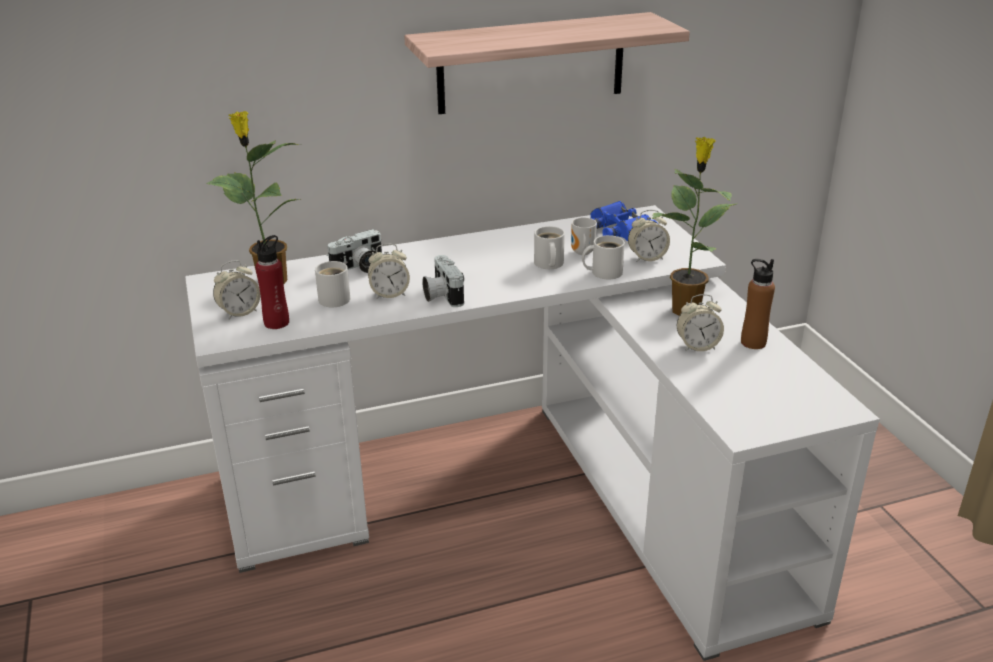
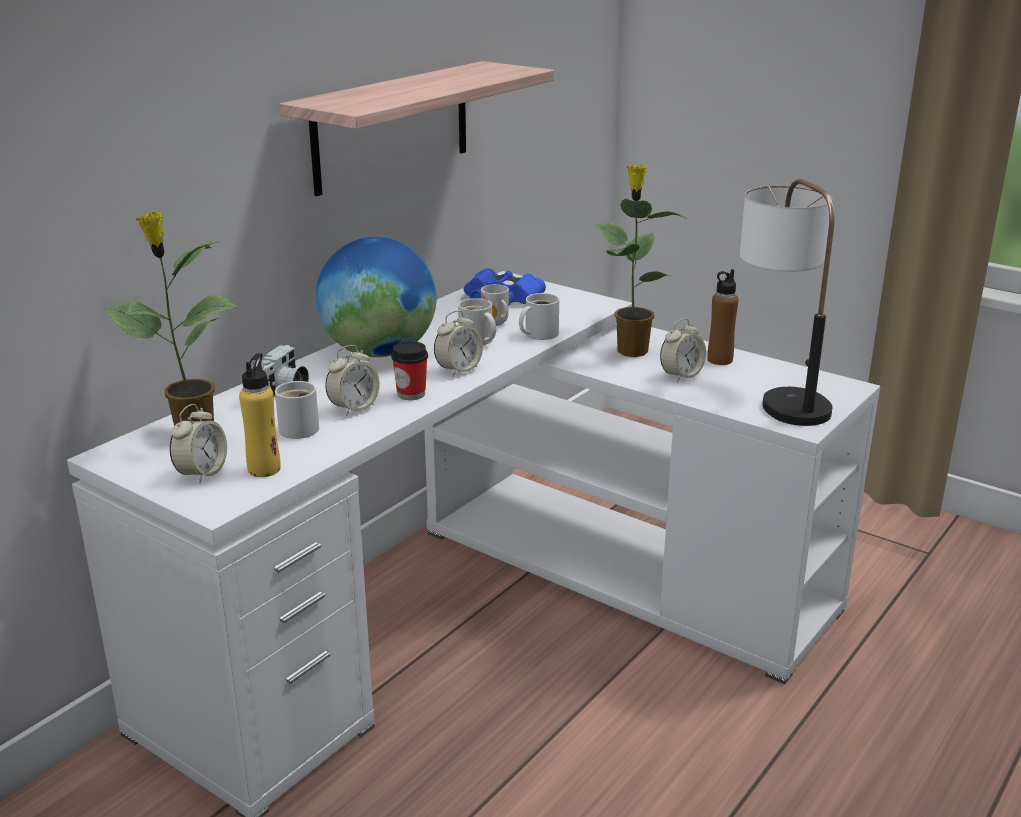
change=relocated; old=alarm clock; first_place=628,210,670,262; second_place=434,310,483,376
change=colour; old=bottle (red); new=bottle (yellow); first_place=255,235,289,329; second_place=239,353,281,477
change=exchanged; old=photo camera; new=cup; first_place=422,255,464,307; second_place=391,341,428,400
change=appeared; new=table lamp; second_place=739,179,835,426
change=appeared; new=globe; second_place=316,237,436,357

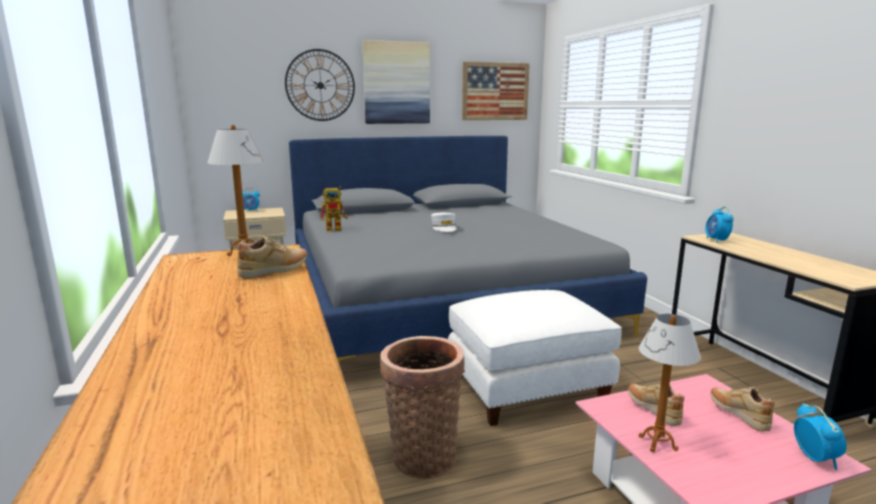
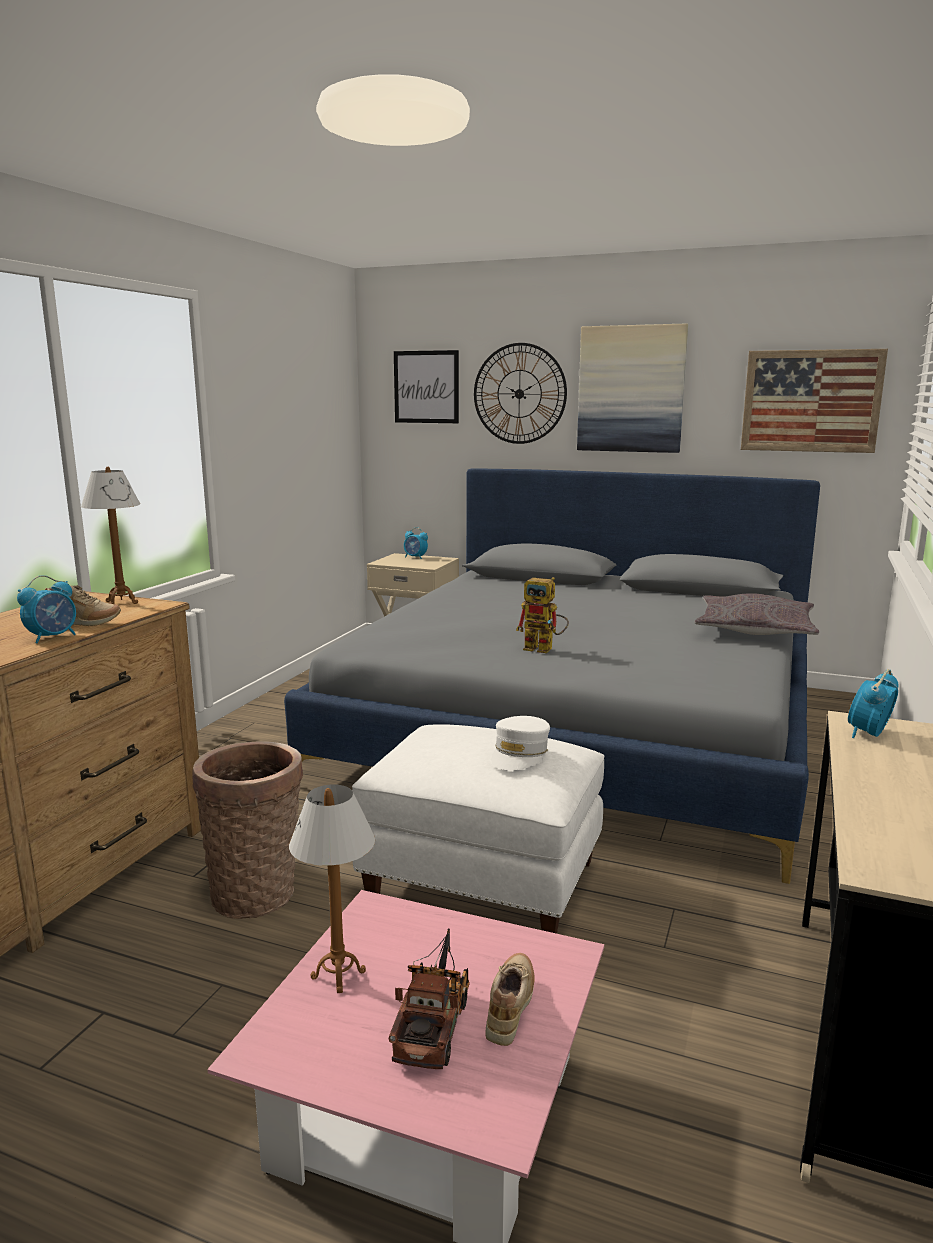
change=relocated; old=toy robot; first_place=320,186,348,231; second_place=516,577,569,653
change=relocated; old=cap (white); first_place=431,213,457,232; second_place=491,716,550,771
change=missing; old=shoe (beige); first_place=628,383,684,426
change=relocated; old=alarm clock; first_place=794,403,847,470; second_place=17,575,76,644
change=appeared; new=picture; second_place=394,350,459,423
change=appeared; new=pillow (grey); second_place=695,593,819,635
change=appeared; new=toy truck; second_place=389,929,470,1069

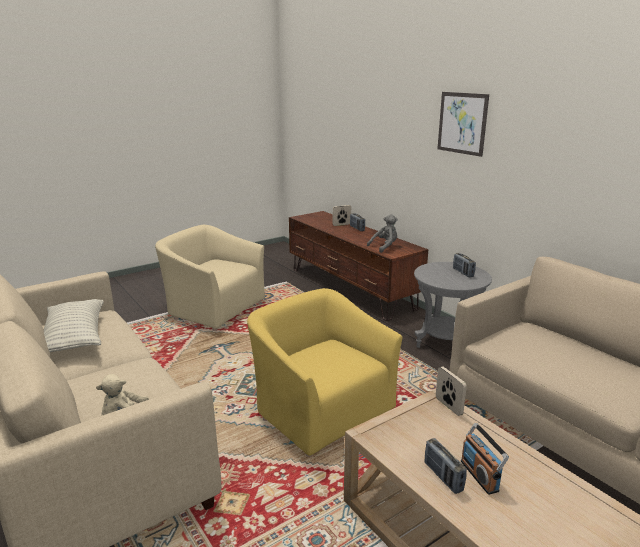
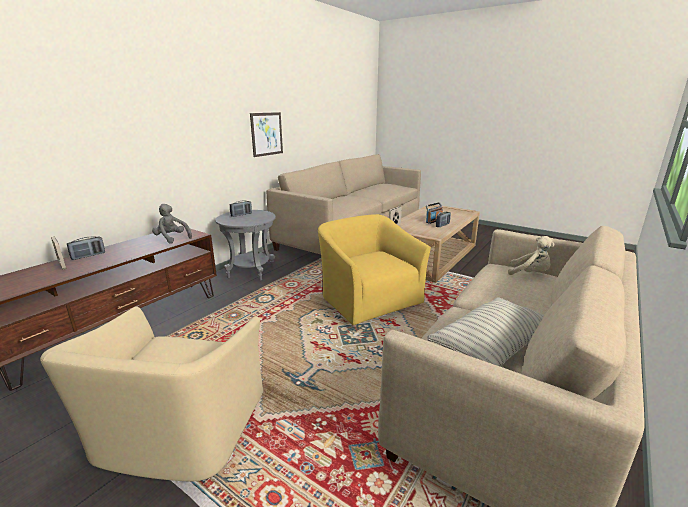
change=relocated; old=picture; first_place=437,92,489,157; second_place=250,112,283,157
change=spun; old=armchair (yellow); first_place=247,288,403,457; second_place=318,214,431,327; degrees=120

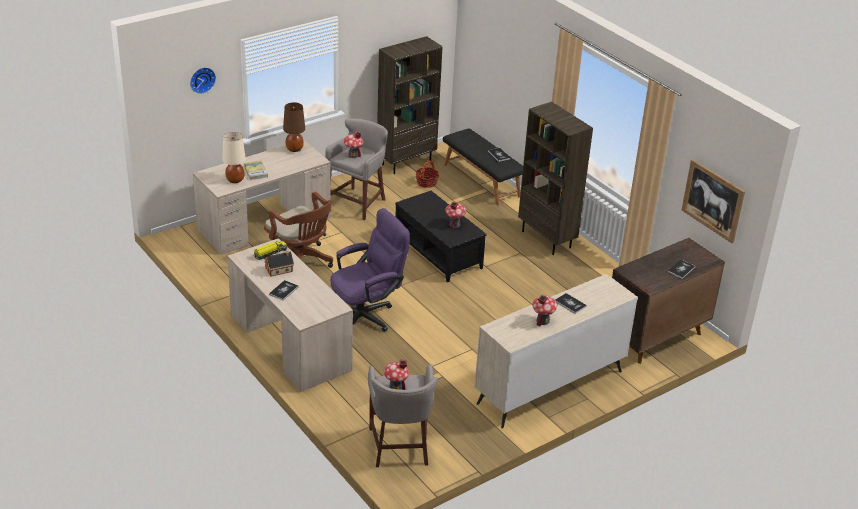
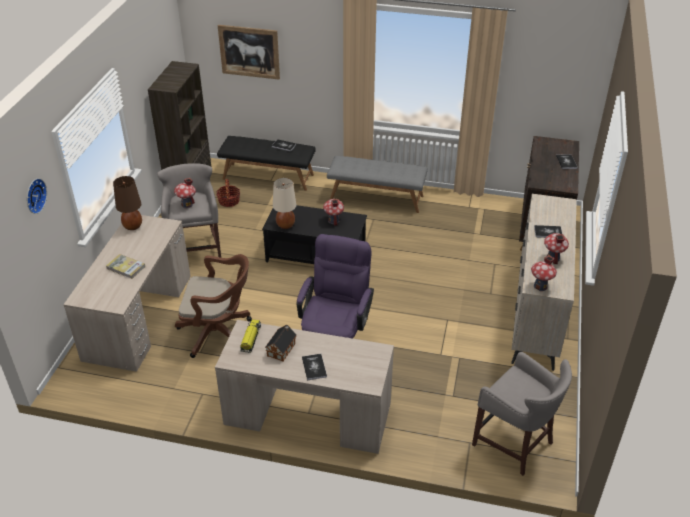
change=exchanged; old=bookcase (brown); new=bench (grey); first_place=518,102,593,255; second_place=327,156,428,213
change=relocated; old=table lamp (beige); first_place=222,132,246,183; second_place=273,178,296,229
change=relocated; old=picture; first_place=682,159,745,243; second_place=218,25,280,79
change=relocated; old=toy house; first_place=384,359,409,390; second_place=531,255,557,291

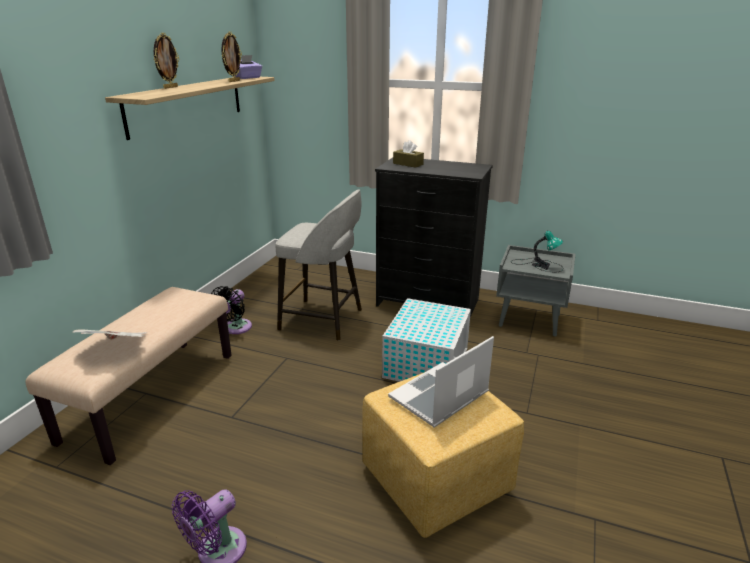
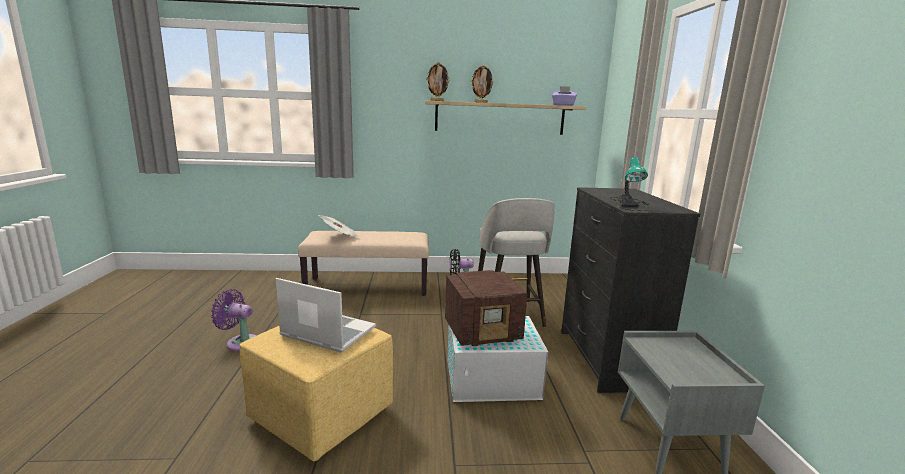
change=relocated; old=picture frame; first_place=221,31,242,82; second_place=426,62,450,101
change=missing; old=tissue box (brown); first_place=393,140,424,168
change=relocated; old=table lamp; first_place=511,231,563,272; second_place=610,157,650,211
change=appeared; new=radio; second_place=445,270,528,346

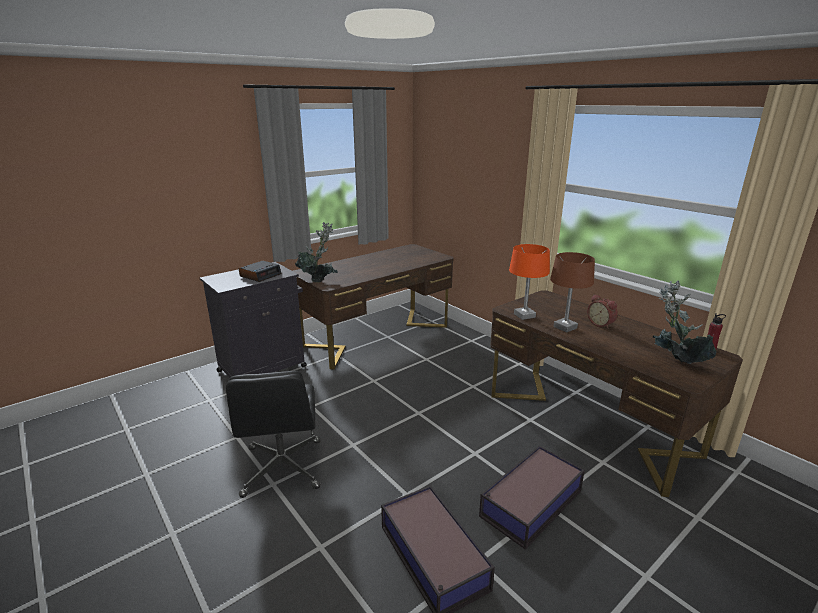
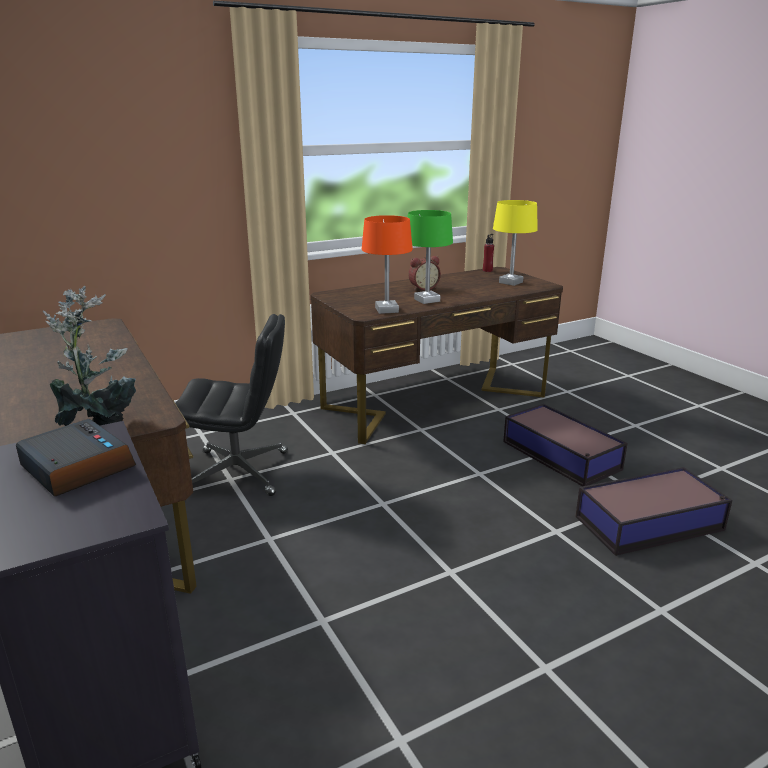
change=colour; old=table lamp (brown); new=table lamp (green); first_place=550,252,595,333; second_place=407,210,453,304
change=exchanged; old=potted plant; new=table lamp (yellow); first_place=653,281,716,364; second_place=493,200,538,286
change=relocated; old=office chair (black); first_place=226,371,320,498; second_place=175,314,288,496

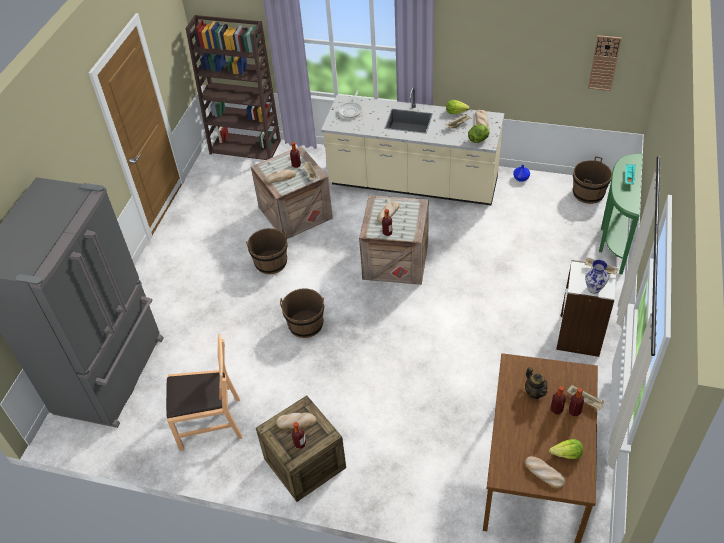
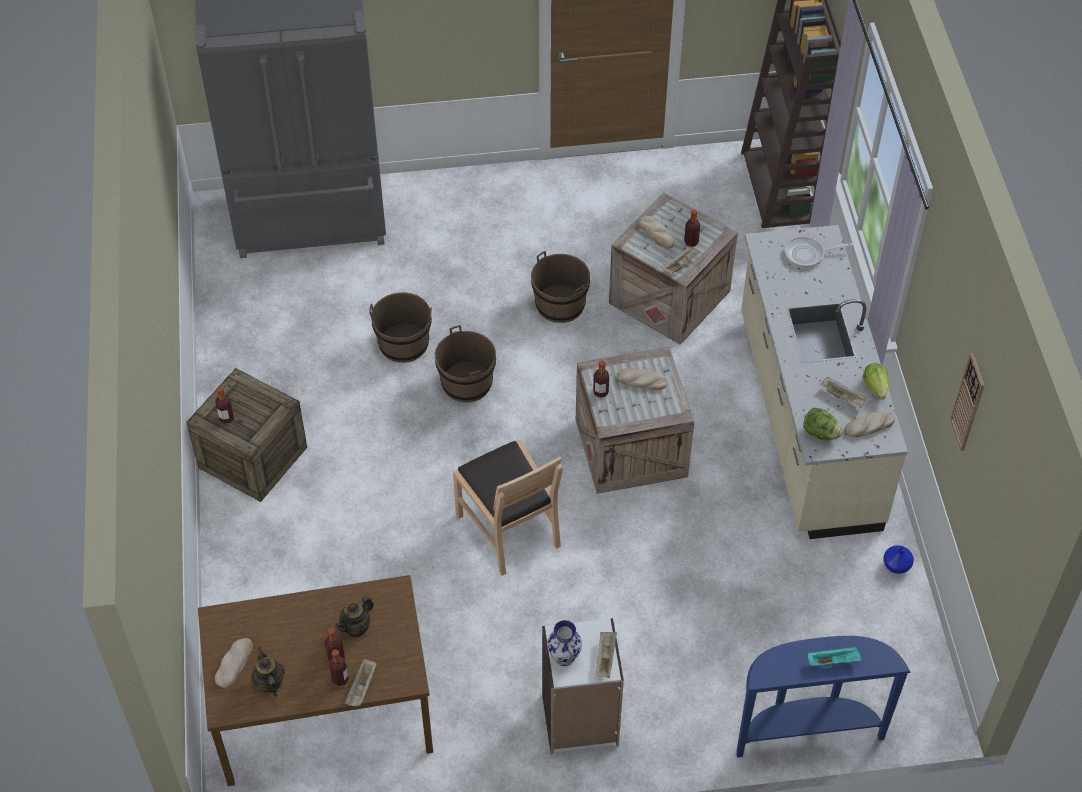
change=relocated; old=wall clock; first_place=588,35,622,91; second_place=950,353,985,451
change=colour; old=console table (green); new=console table (blue); first_place=599,154,642,274; second_place=736,636,911,758
change=relocated; old=bucket (brown); first_place=573,156,612,204; second_place=369,292,432,363
change=relocated; old=chair (brown); first_place=166,334,242,451; second_place=453,440,563,576
change=missing; old=bread; first_place=277,413,317,429
change=exchanged; old=lettuce; new=teapot; first_place=549,439,583,459; second_place=251,647,285,697

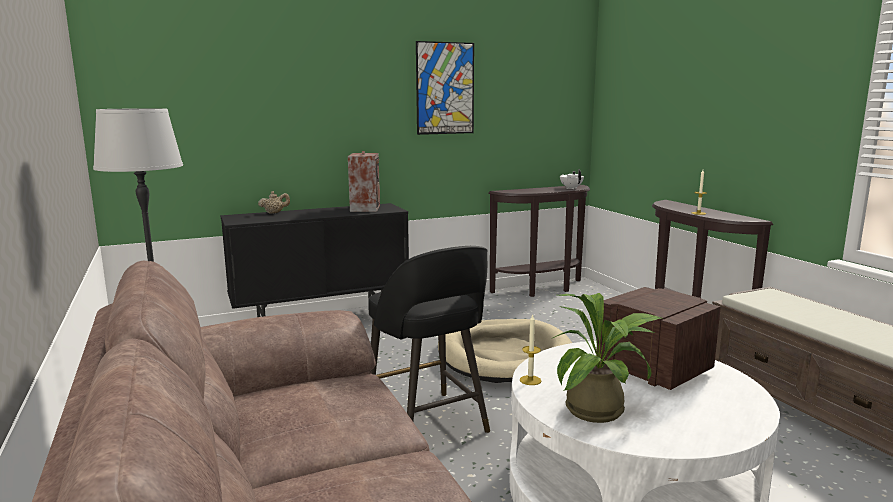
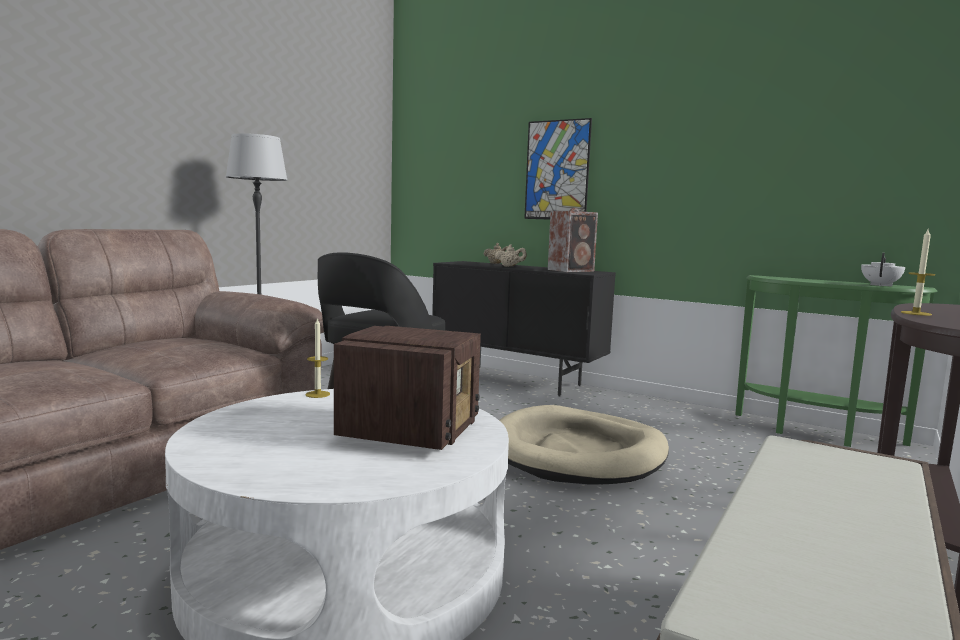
change=relocated; old=picture; first_place=416,41,474,135; second_place=524,118,592,220
change=colour; old=console table (brown); new=console table (green); first_place=488,185,590,297; second_place=735,275,938,447
change=missing; old=potted plant; first_place=551,293,664,423
change=appeared; new=teapot (beige); second_place=495,244,527,267

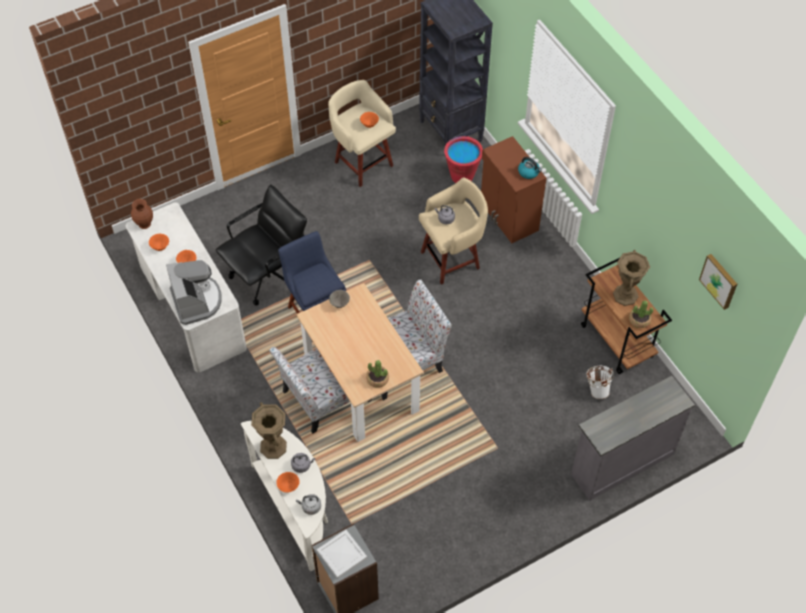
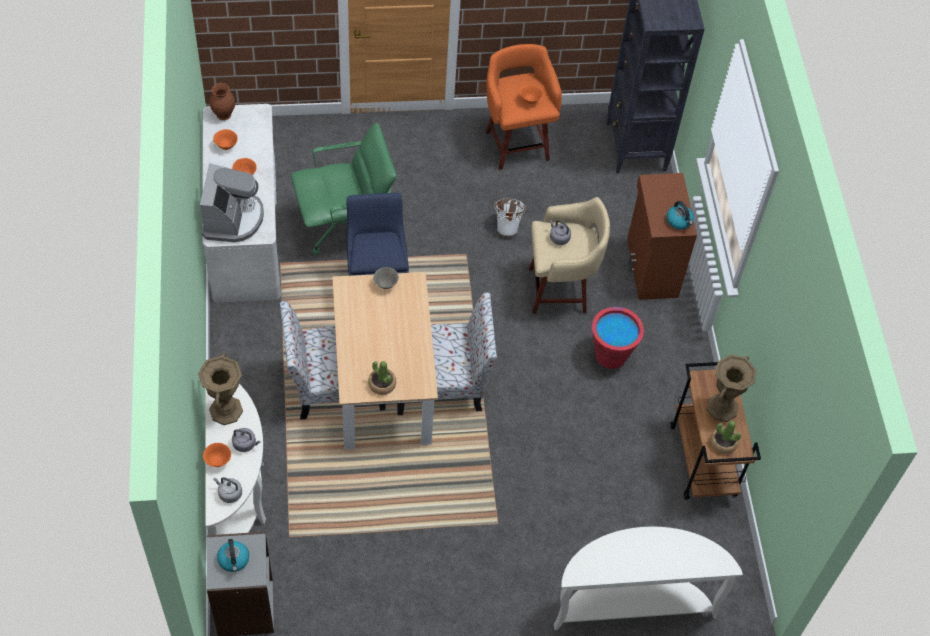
change=colour; old=stool (beige); new=stool (orange); first_place=328,80,396,187; second_place=486,44,562,170
change=relocated; old=bucket (red); first_place=444,136,483,183; second_place=592,307,644,369
change=colour; old=office chair (black); new=office chair (green); first_place=216,185,307,305; second_place=291,123,397,255
change=missing; old=picture; first_place=699,254,737,310
change=relocated; old=bucket (white); first_place=586,366,614,399; second_place=495,198,526,236
change=exchanged; old=dresser (grey); new=console table (white); first_place=571,376,695,501; second_place=554,527,743,630
change=exchanged; old=tray (white); new=kettle; first_place=317,530,367,579; second_place=217,539,249,572

